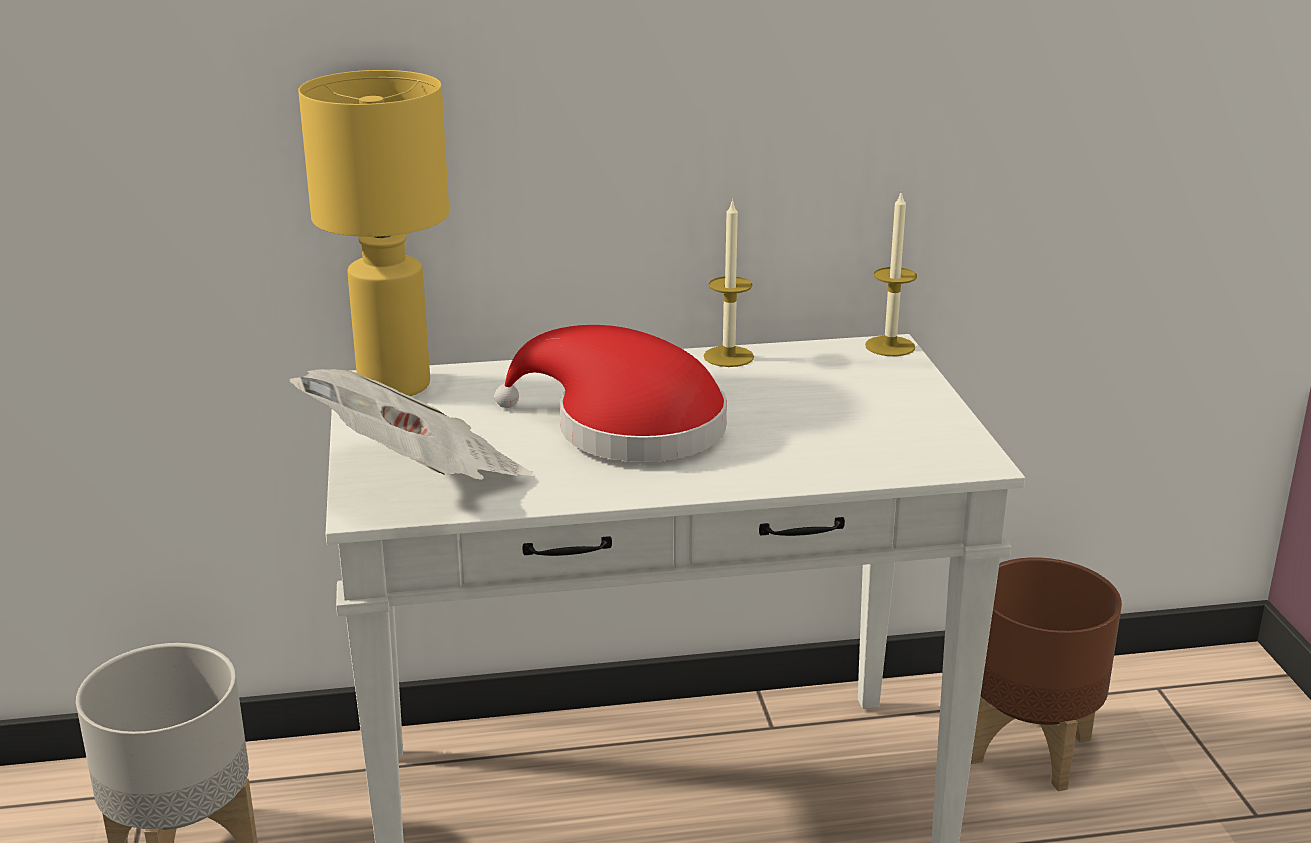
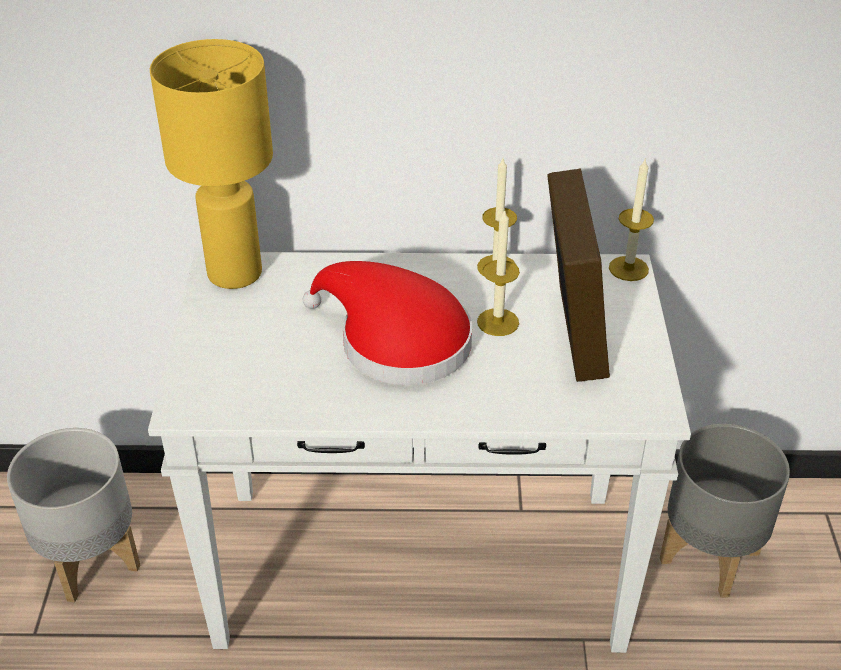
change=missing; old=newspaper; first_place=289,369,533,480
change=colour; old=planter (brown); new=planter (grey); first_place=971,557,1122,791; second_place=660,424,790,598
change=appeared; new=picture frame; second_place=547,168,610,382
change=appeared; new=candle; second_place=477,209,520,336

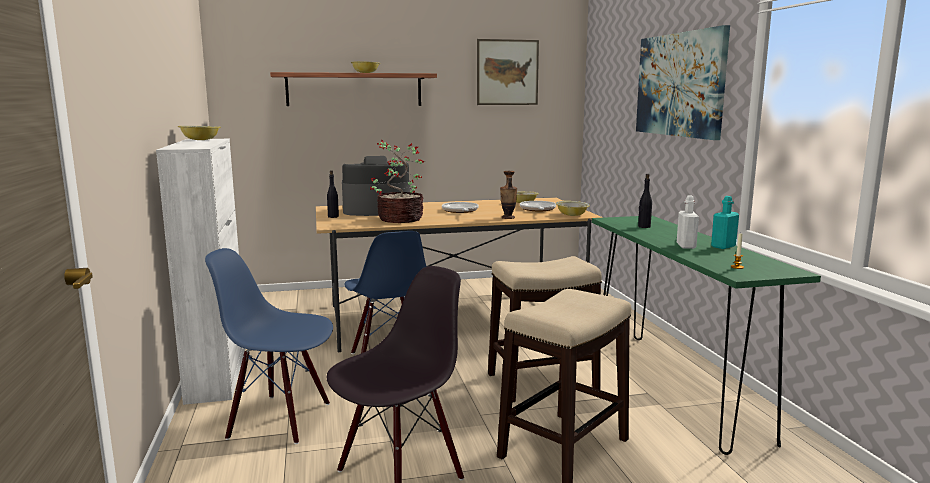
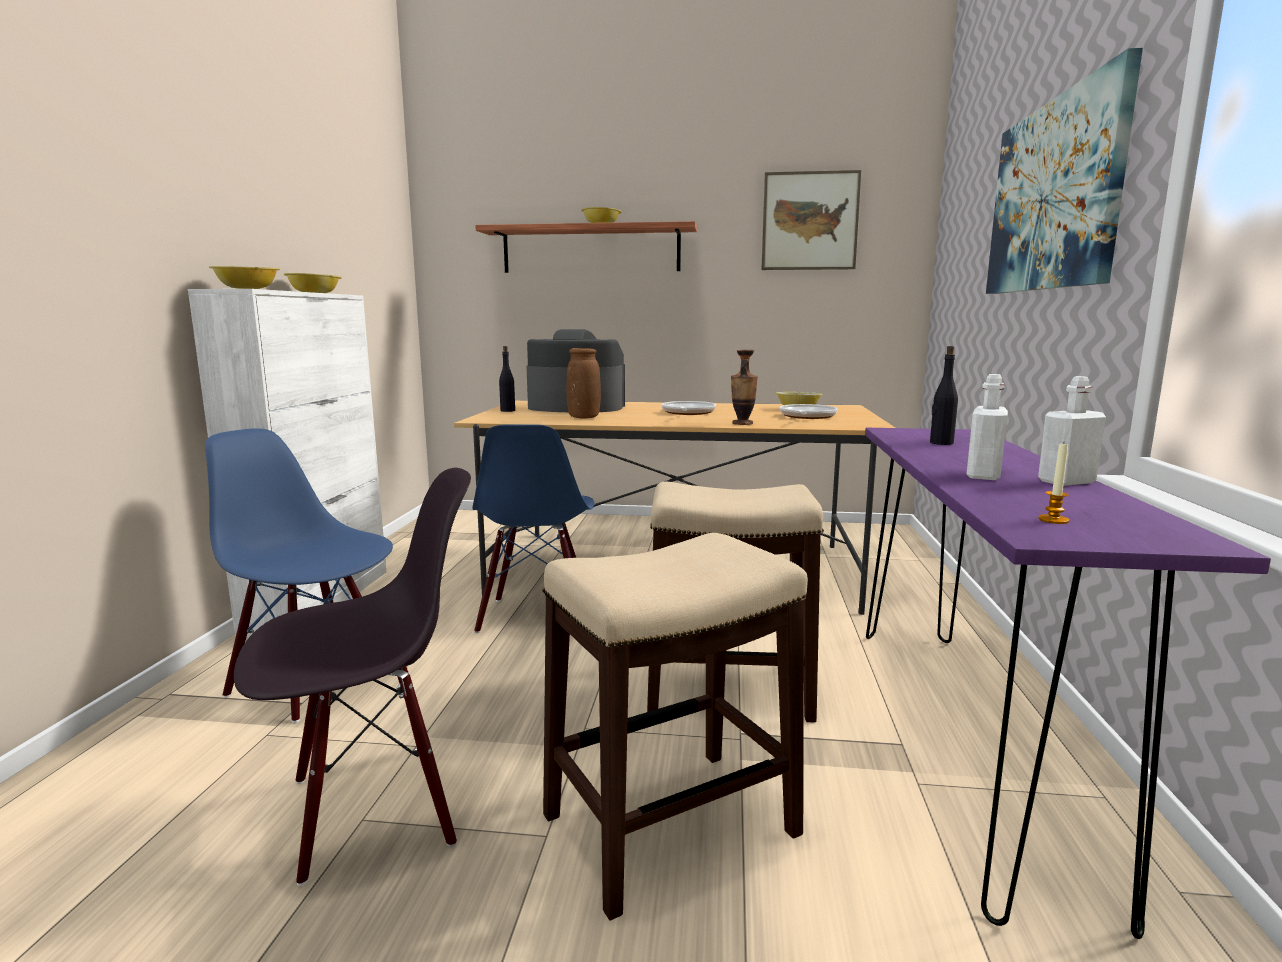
change=exchanged; old=potted plant; new=vase (brown); first_place=370,140,424,223; second_place=566,348,601,419
change=colour; old=bottle (turquoise); new=bottle (white); first_place=711,196,739,249; second_place=1038,376,1106,486
change=relocated; old=bowl; first_place=556,201,590,216; second_place=209,266,280,289
change=colour; old=console table (green); new=console table (purple); first_place=592,215,821,455; second_place=865,428,1271,939

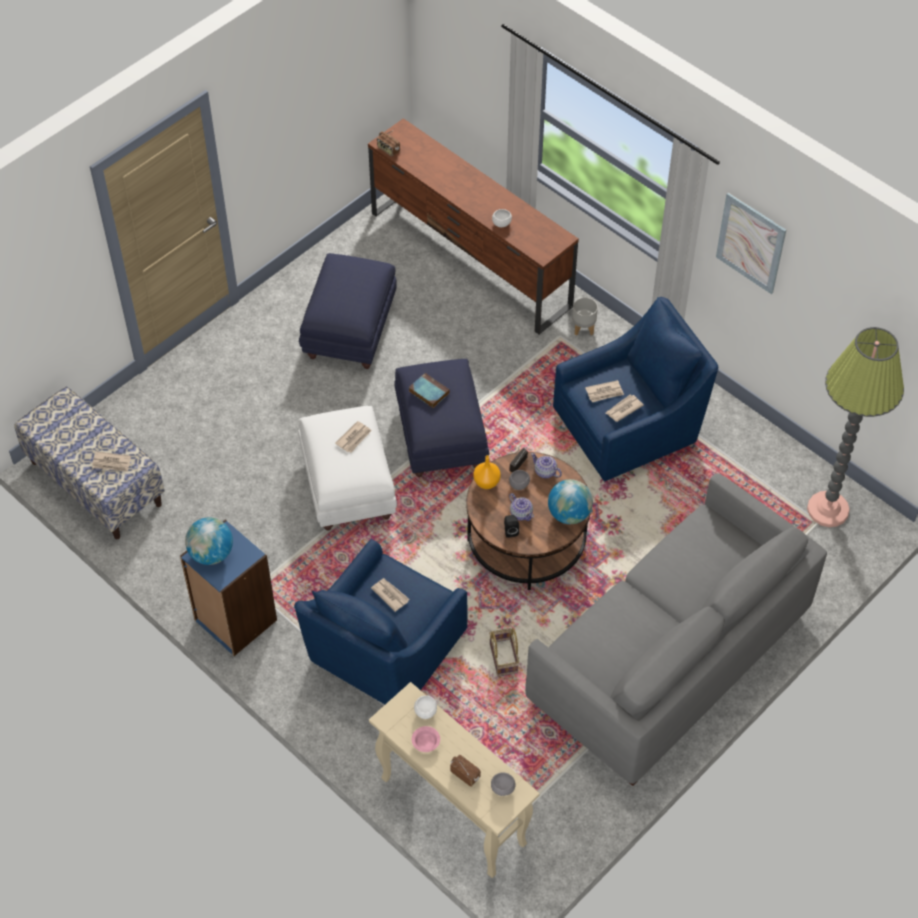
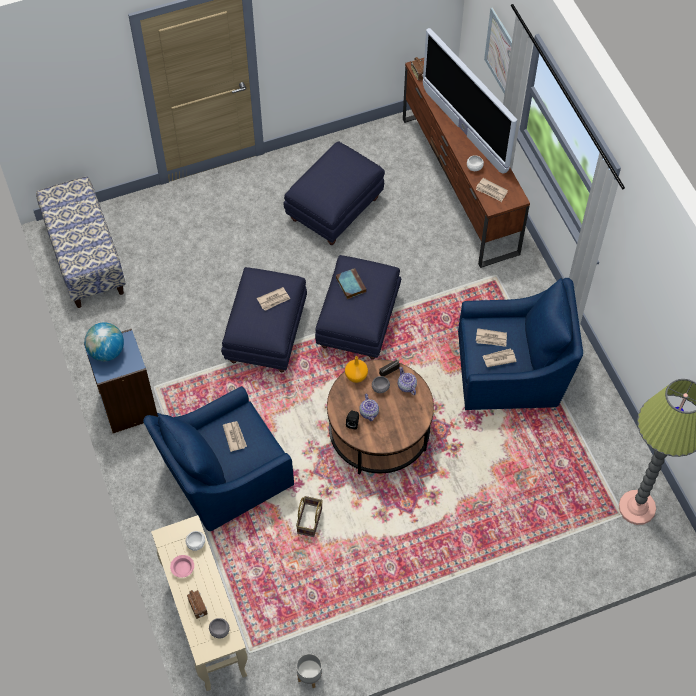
change=relocated; old=picture; first_place=716,192,786,294; second_place=484,7,512,94
change=relocated; old=planter (grey); first_place=572,297,598,336; second_place=296,654,322,688
change=colour; old=ottoman (white); new=ottoman (blue); first_place=298,406,397,530; second_place=221,267,307,372
change=relocated; old=newspaper; first_place=92,451,131,472; second_place=476,178,508,202
change=missing; old=sofa (grey); first_place=525,473,827,786
change=missing; old=globe; first_place=548,479,593,524
change=appeared; new=television; second_place=423,28,517,174

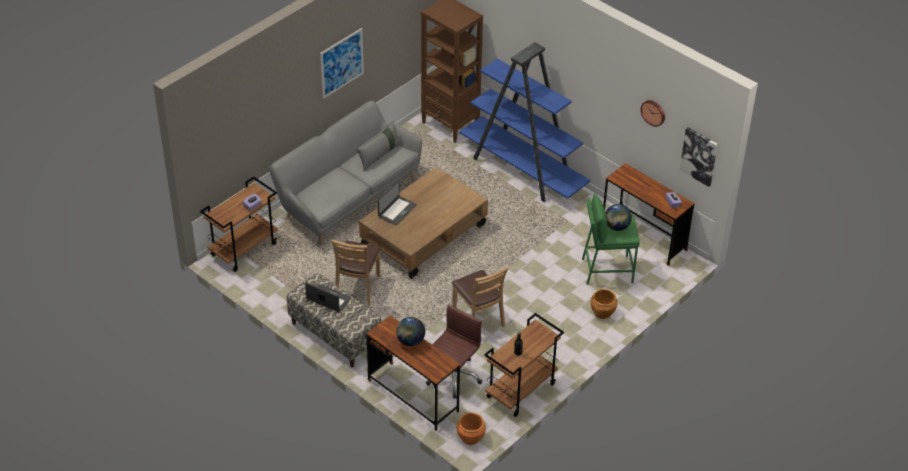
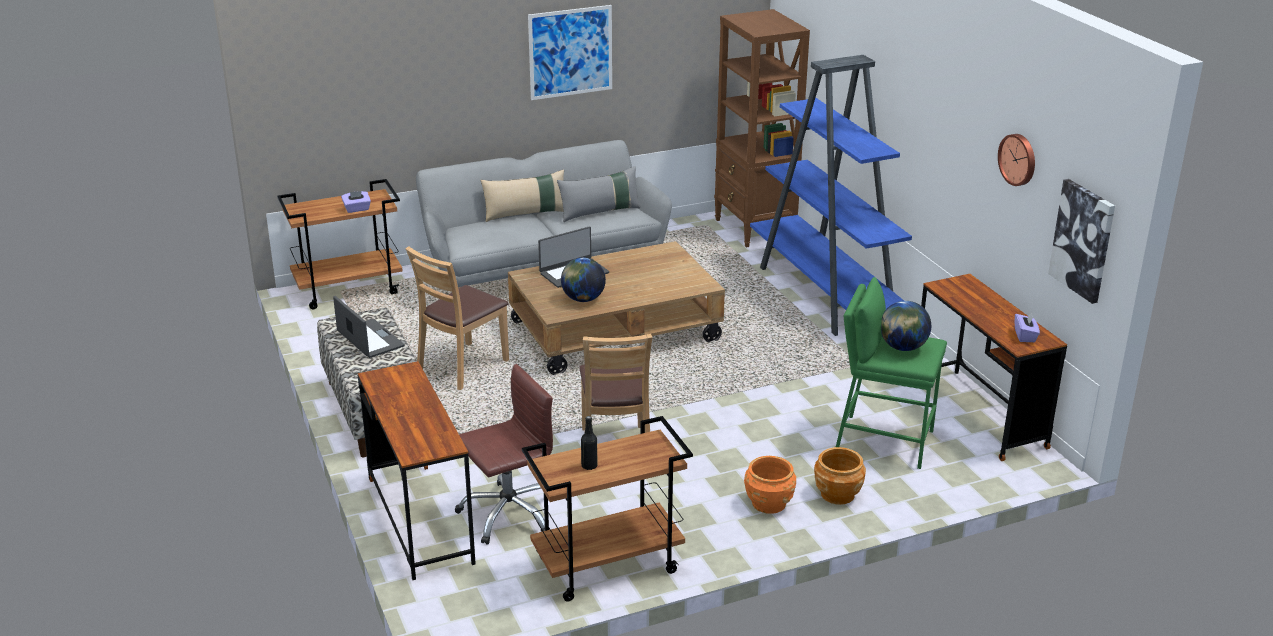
change=relocated; old=globe; first_place=396,317,425,346; second_place=561,258,606,302
change=relocated; old=planter (orange); first_place=456,412,486,445; second_place=744,456,796,514
change=appeared; new=pillow (beige); second_place=480,169,564,222

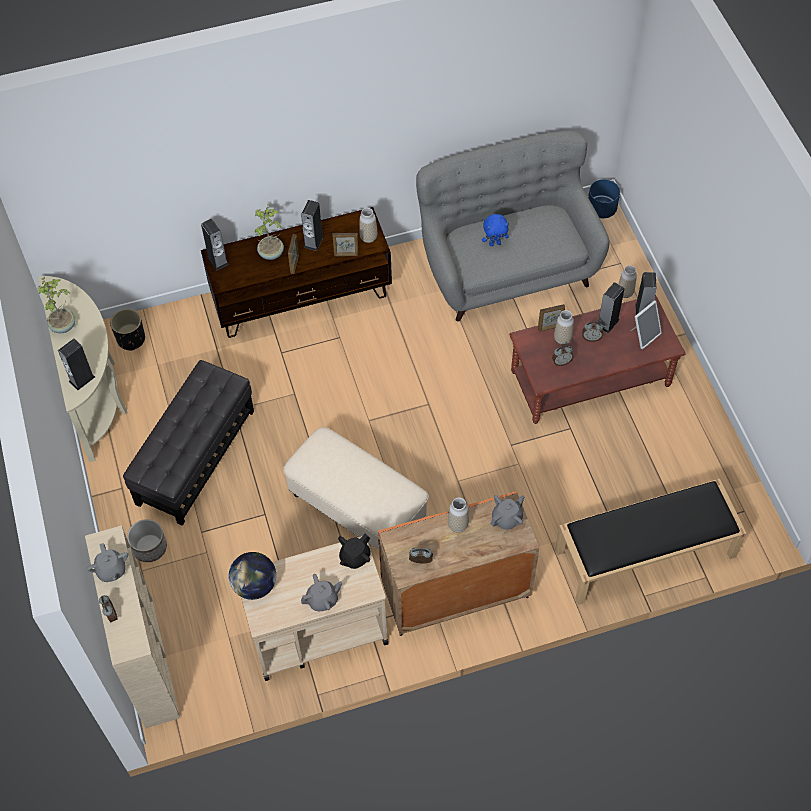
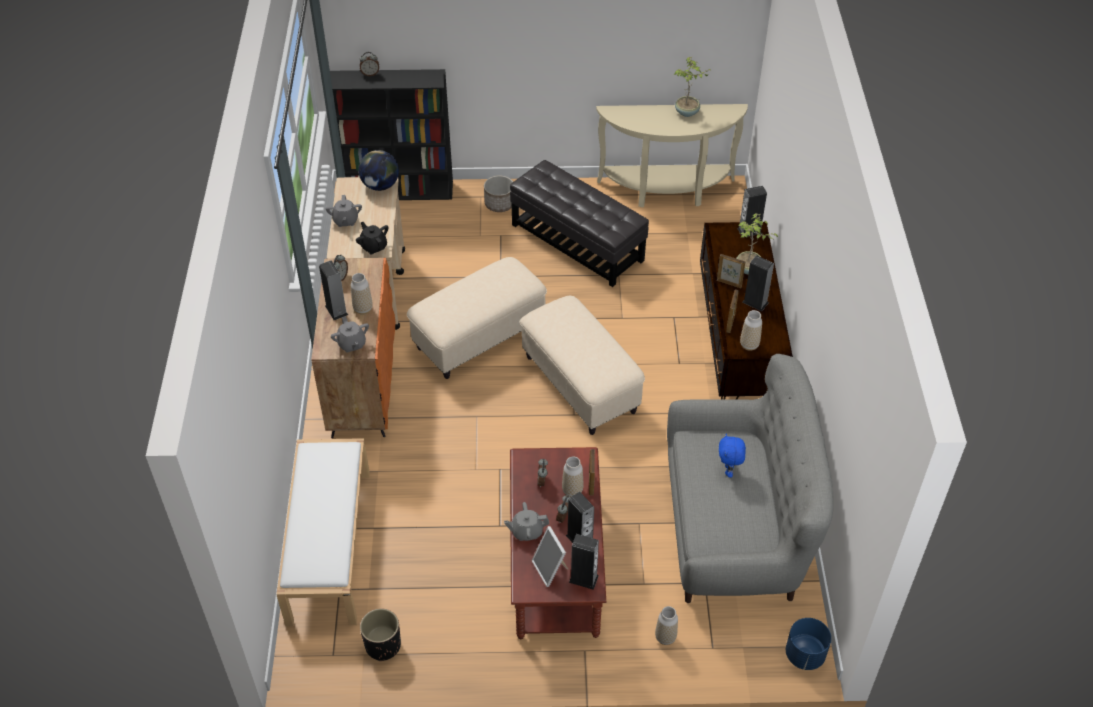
change=relocated; old=planter (black); first_place=110,309,145,351; second_place=360,608,401,661
change=relocated; old=speaker; first_place=58,339,95,390; second_place=319,261,348,320
change=colour; old=bench (black); new=bench (white); first_place=555,479,747,605; second_place=276,438,370,626
change=colour; old=bookcase (beige); new=bookcase (black); first_place=85,526,180,728; second_place=330,69,453,200
change=relocated; old=teapot (grey); first_place=87,543,128,582; second_place=504,502,549,541
change=appeared; new=ottoman (beige); second_place=519,296,645,435

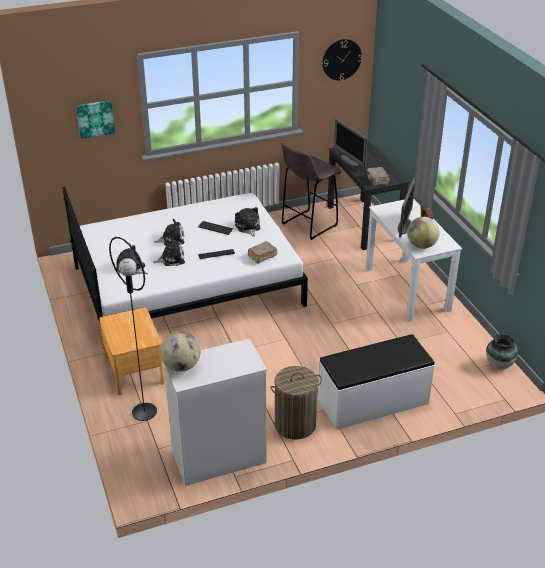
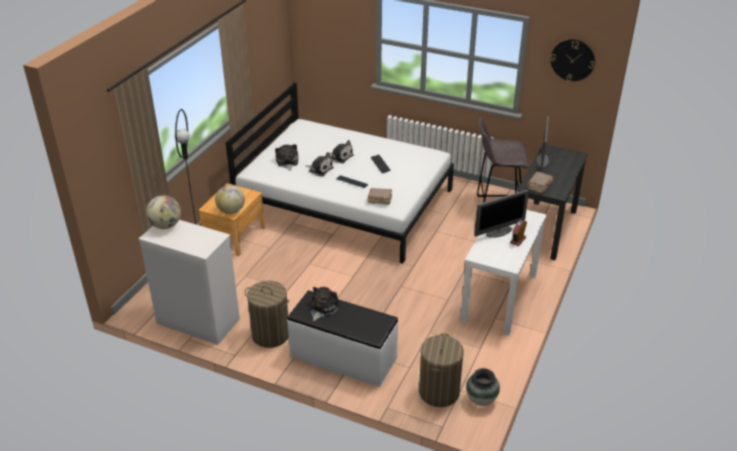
change=missing; old=picture; first_place=76,100,115,139
change=relocated; old=plush toy; first_place=235,207,260,237; second_place=309,287,340,321
change=relocated; old=globe; first_place=407,217,440,249; second_place=215,185,245,214
change=appeared; new=laundry basket; second_place=419,333,464,407

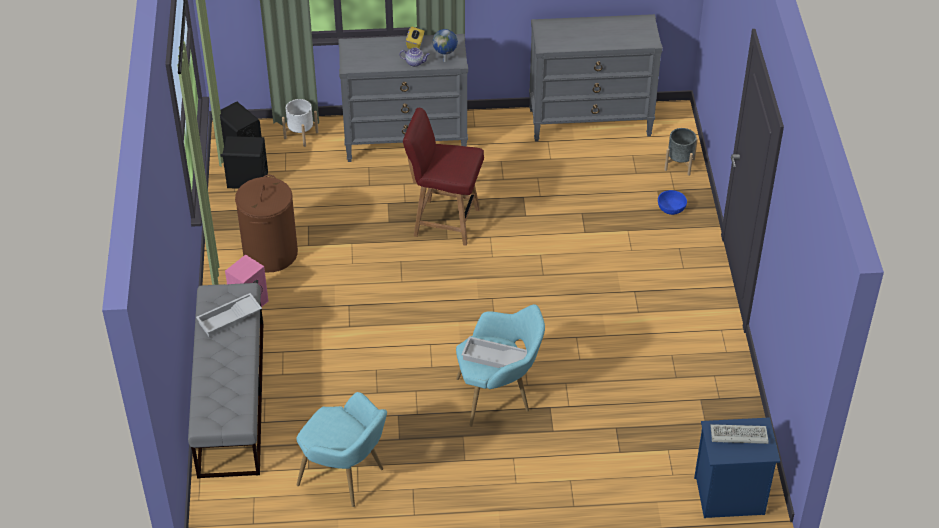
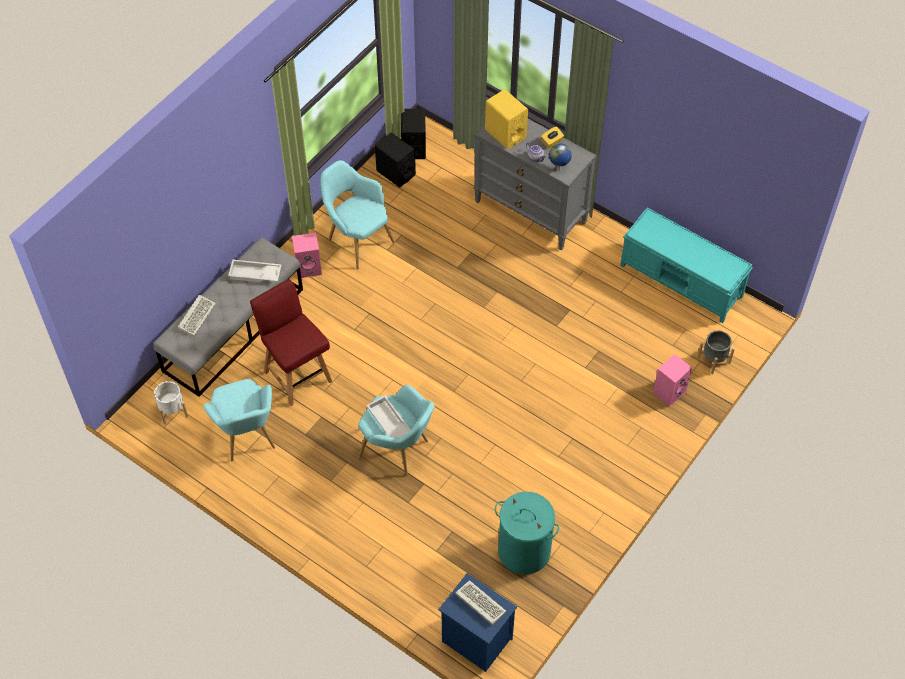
change=exchanged; old=dresser (grey); new=bench (turquoise); first_place=529,14,663,142; second_place=620,207,753,323
change=relocated; old=planter (white); first_place=282,99,318,147; second_place=153,381,188,425
change=relocated; old=chair (red); first_place=403,108,484,246; second_place=250,279,332,406
change=exchanged; old=laundry basket (brown); new=armchair (turquoise); first_place=235,175,298,272; second_place=320,160,395,270
change=exchanged; old=bowl (blue); new=speaker (pink); first_place=658,190,687,215; second_place=653,354,692,406
change=appeared; new=speaker (yellow); second_place=485,89,528,149
change=appeared; new=keyboard; second_place=178,295,216,336
change=appeared; new=laundry basket (turquoise); second_place=495,492,559,575

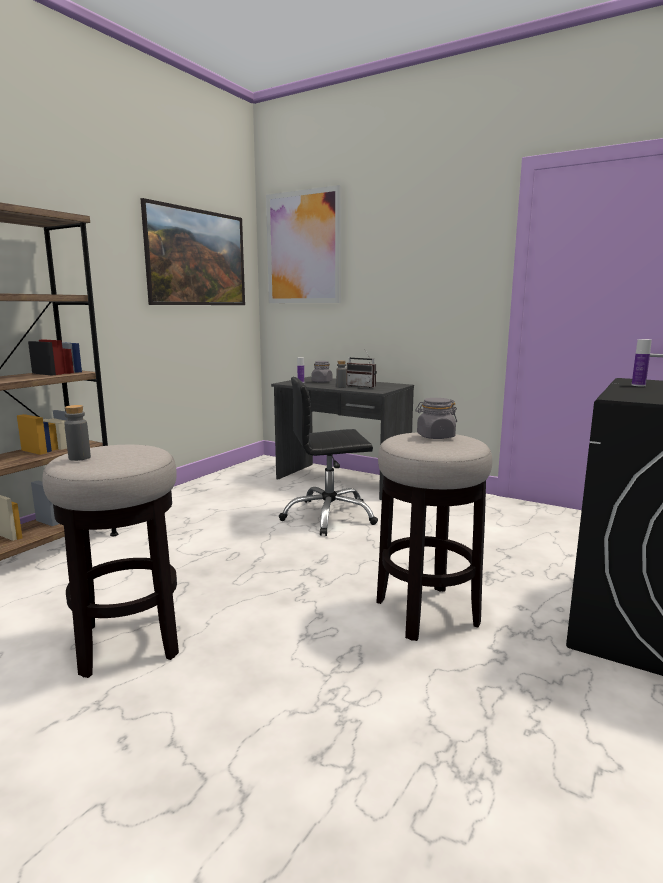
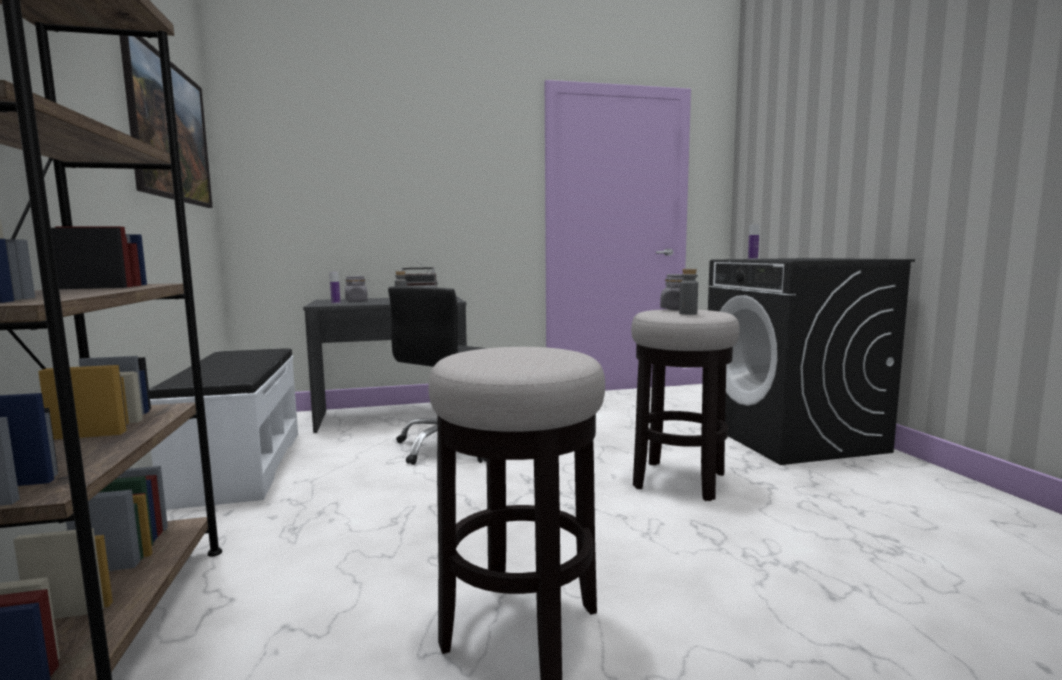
change=missing; old=picture; first_place=266,185,341,303
change=relocated; old=bottle (grey); first_place=64,405,91,461; second_place=679,269,698,315
change=appeared; new=bench (white); second_place=149,348,298,510

